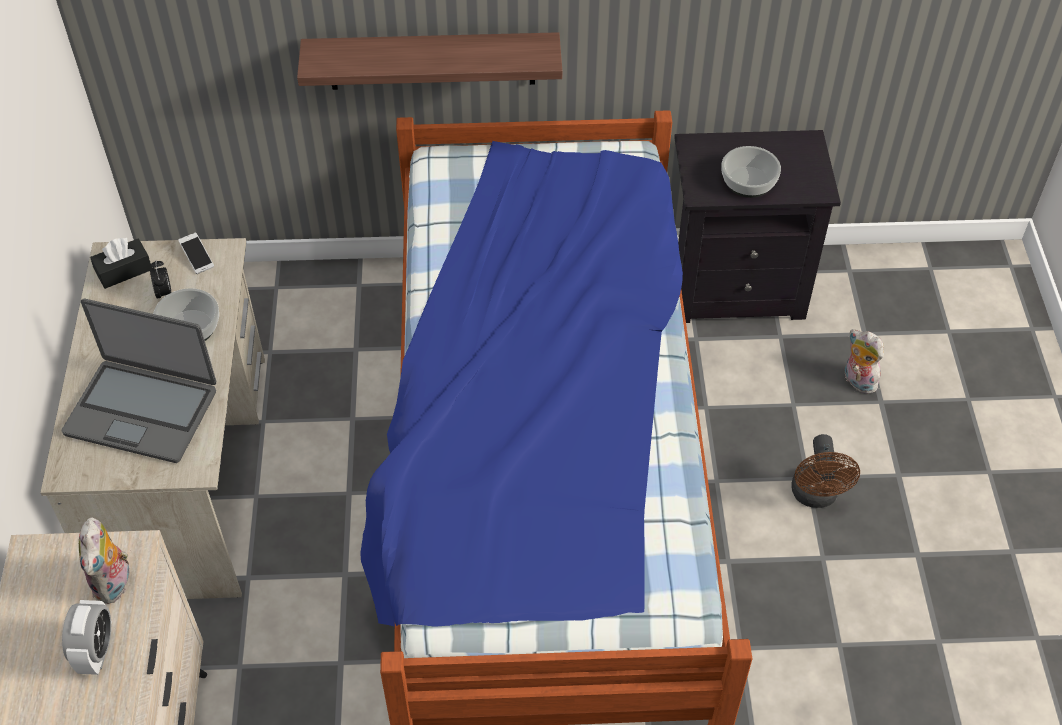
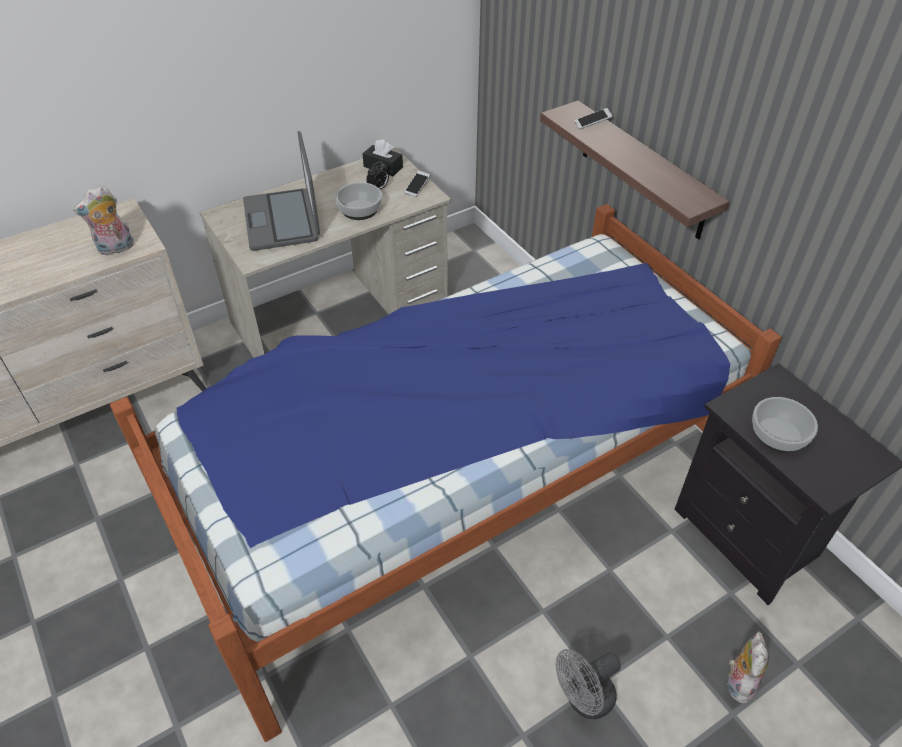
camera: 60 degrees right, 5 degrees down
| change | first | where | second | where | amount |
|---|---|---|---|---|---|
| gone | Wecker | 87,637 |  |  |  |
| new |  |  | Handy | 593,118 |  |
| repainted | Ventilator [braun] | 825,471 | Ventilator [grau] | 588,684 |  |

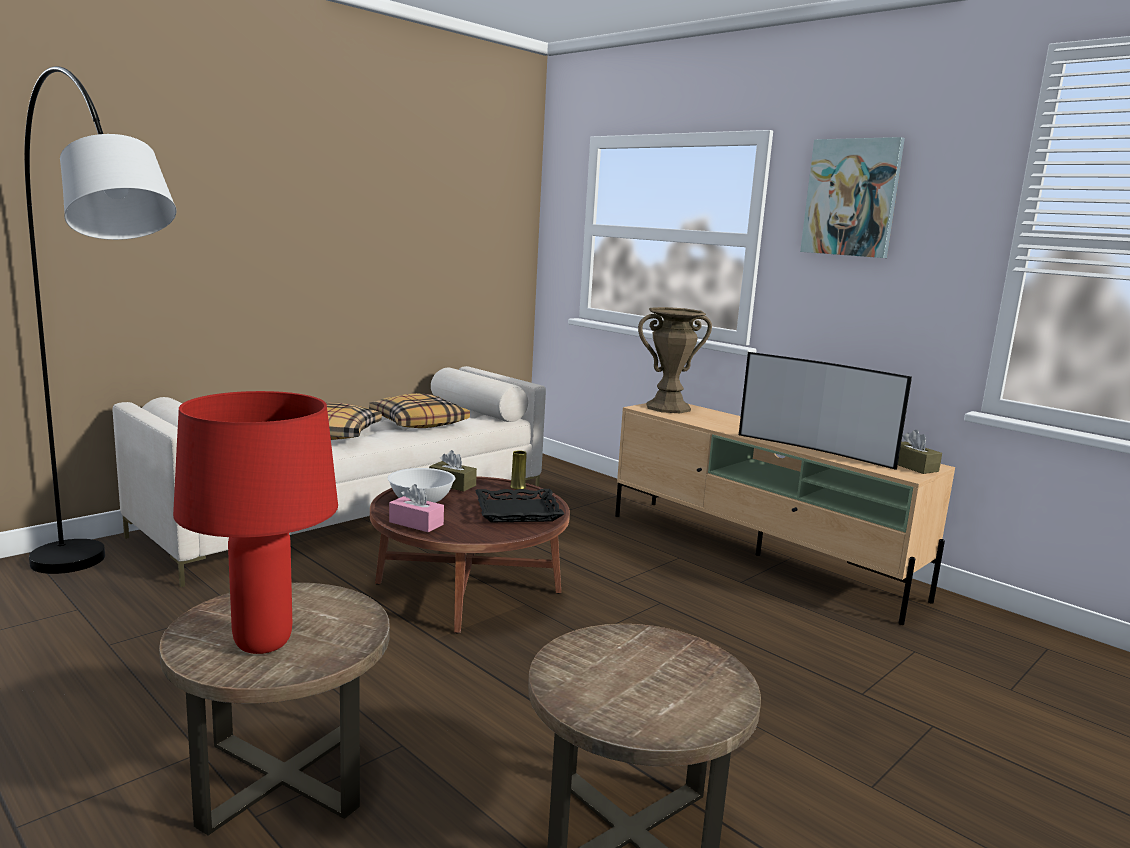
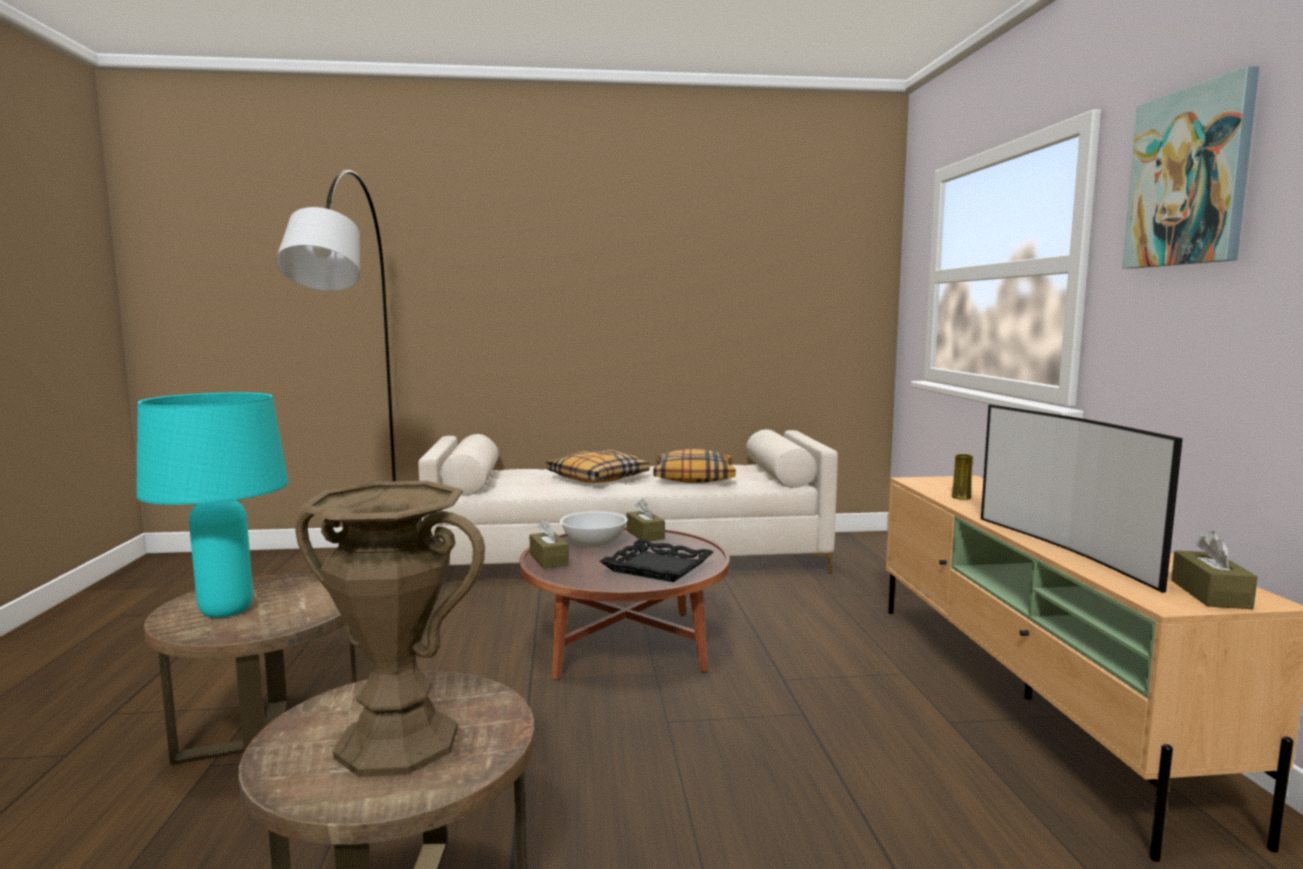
camera: 40 degrees right, 5 degrees down
| change | first | where | second | where | amount |
|---|---|---|---|---|---|
| shifted | Vase [gelb] | 518,470 |  | 962,477 |  |
| shifted | Vase [braun] | 675,360 |  | 390,629 |  |
| repainted | Tischlampe [rot] | 255,522 | Tischlampe [türkis] | 212,505 |  |
| repainted | Taschentuchbox [rosa] | 416,508 | Taschentuchbox [braun] | 549,543 |  |

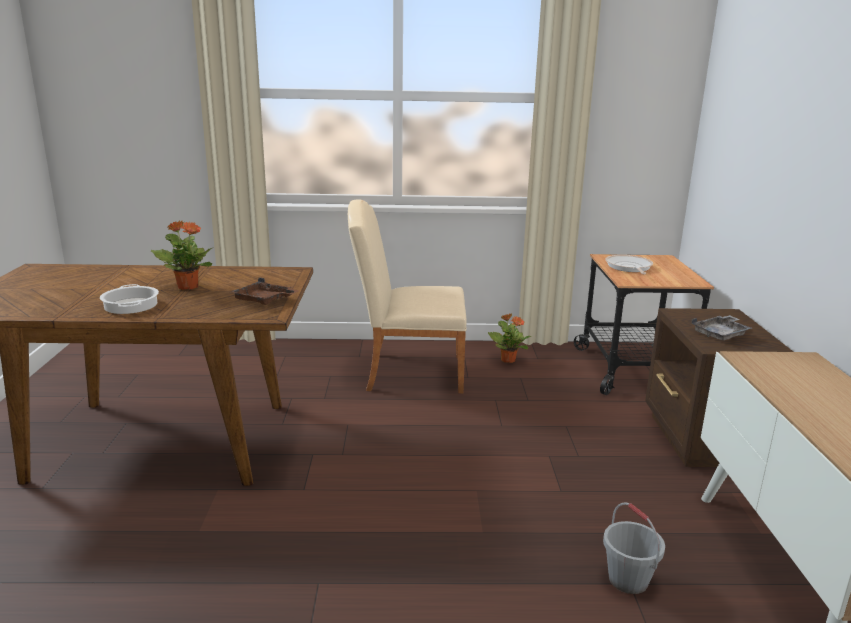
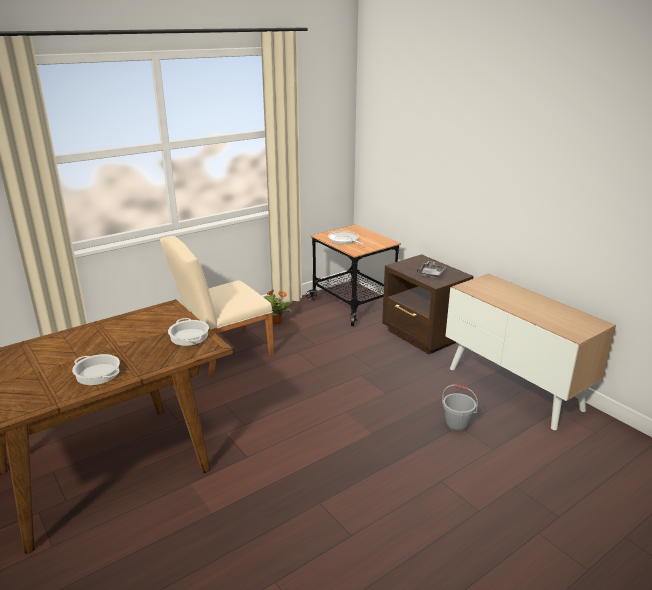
camera: 35 degrees left, 5 degrees up
| change | first | where | second | where | amount |
|---|---|---|---|---|---|
| gone | Topfpflanze | 182,255 |  |  |  |
| swapped | Tablett [braun] | 265,291 | Kochtopf | 188,332 |  |

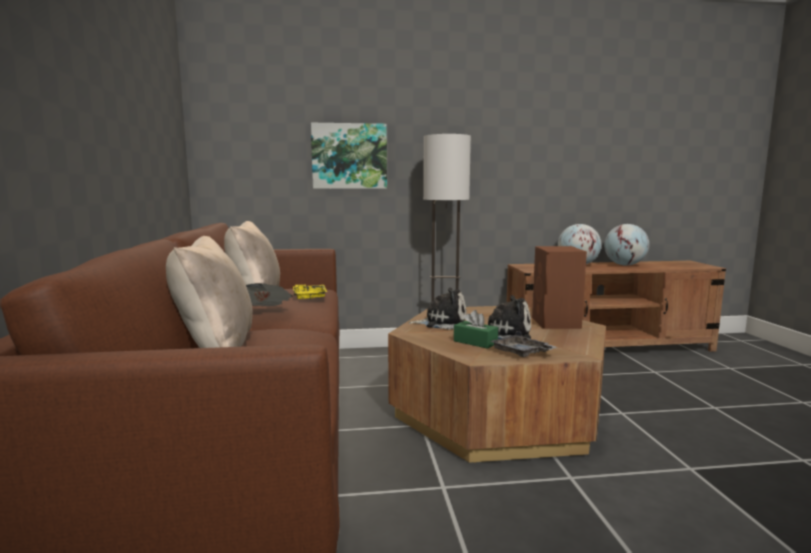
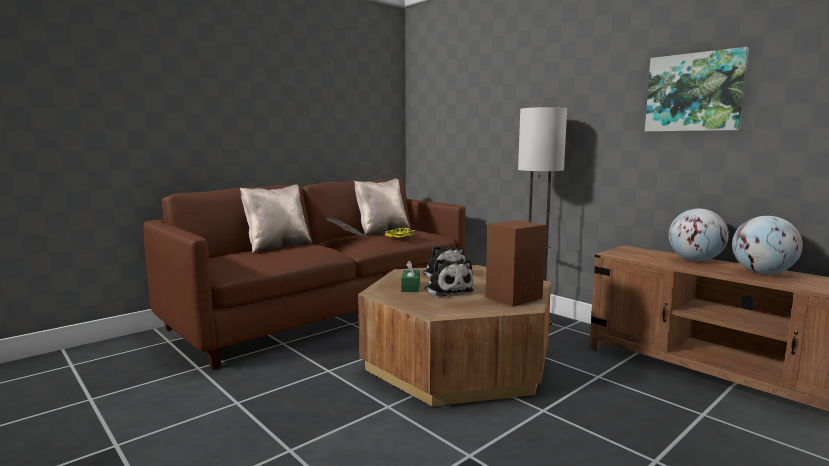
camera: 55 degrees right, 0 degrees up
| change | first | where | second | where | amount |
|---|---|---|---|---|---|
| gone | Tablett [grau] | 523,344 |  |  |  |
| shifted | Bild | 349,156 |  | 697,89 |  |

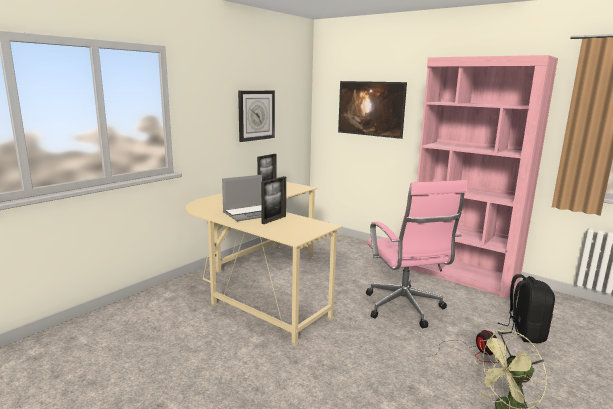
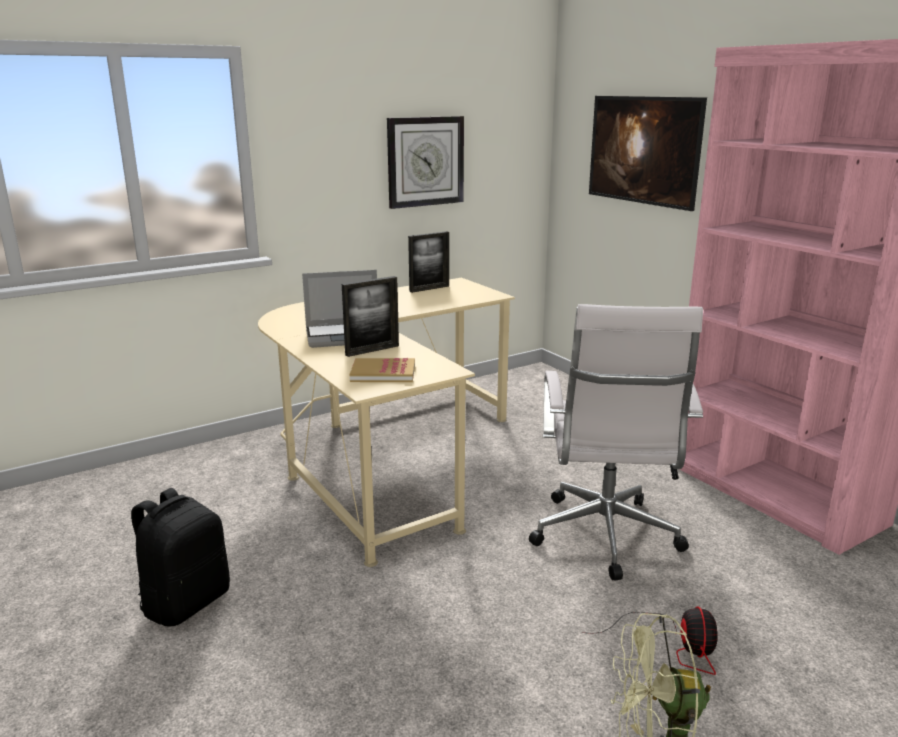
camera: 20 degrees right, 5 degrees up
| change | first | where | second | where | amount |
|---|---|---|---|---|---|
| new |  |  | Buch | 382,370 |  |
| shifted | Rucksack [schwarz] | 526,308 |  | 180,557 |  |
| repainted | Bürostuhl [rosa] | 416,254 | Bürostuhl [weiß] | 616,442 |  |

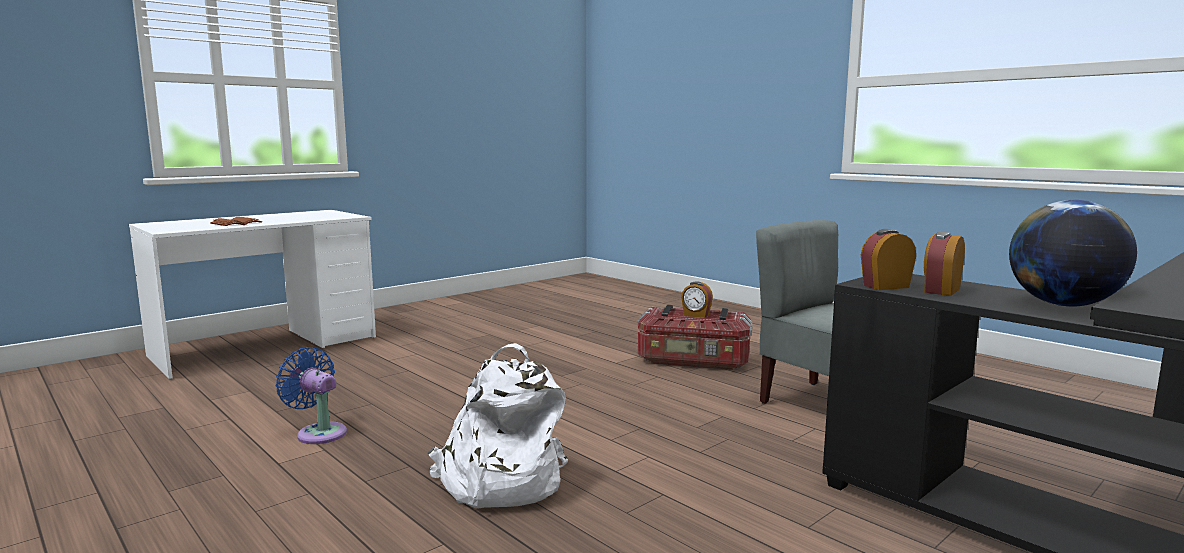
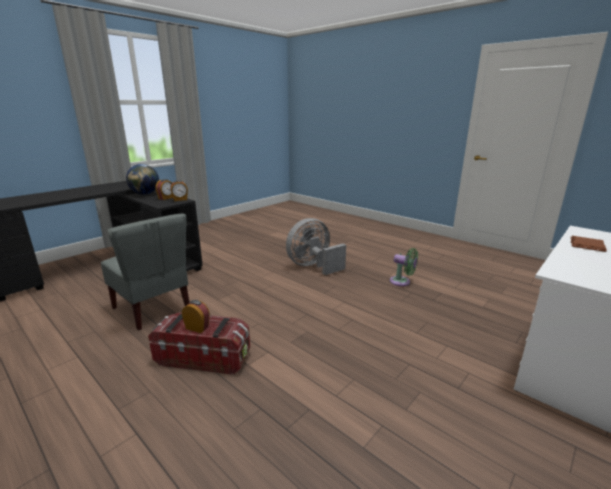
camera: 175 degrees right, 10 degrees up
| change | first | where | second | where | amount |
|---|---|---|---|---|---|
| swapped | Rucksack [weiß] | 498,425 | Ventilator [grau] | 316,246 |  |
| repainted | Ventilator [blau] | 311,395 | Ventilator [grün] | 404,267 |  |

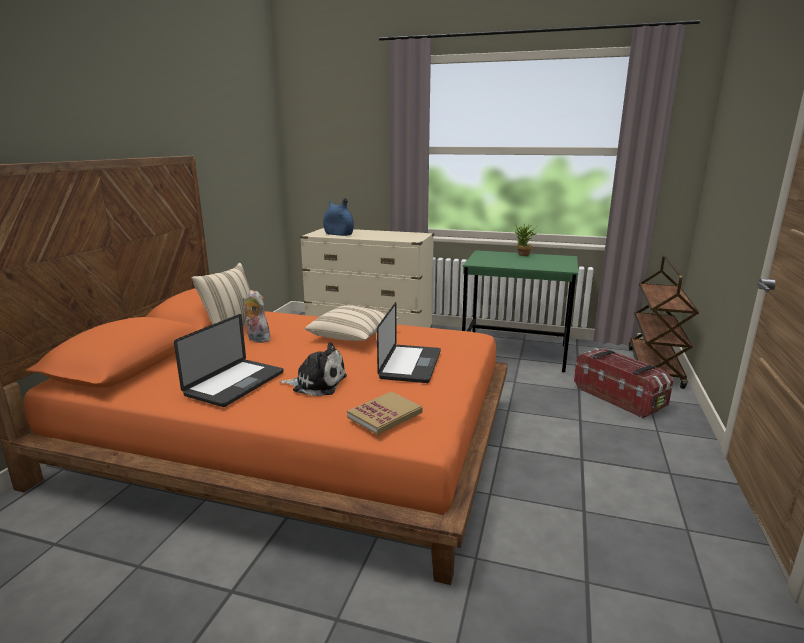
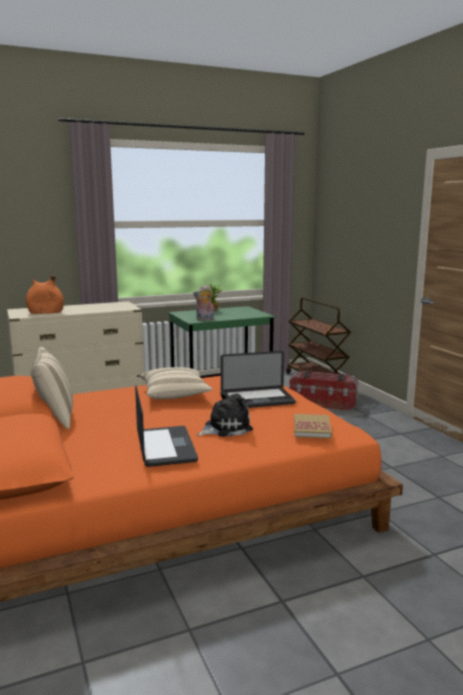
camera: 40 degrees left, 5 degrees down
| change | first | where | second | where | amount |
|---|---|---|---|---|---|
| shifted | Plüschtier | 256,316 |  | 203,303 |  |
| repainted | Vase [blau] | 338,217 | Vase [orange] | 45,294 |  |
| rotated | Laptop | 409,342 |  | 258,379 | 105 degrees clockwise |

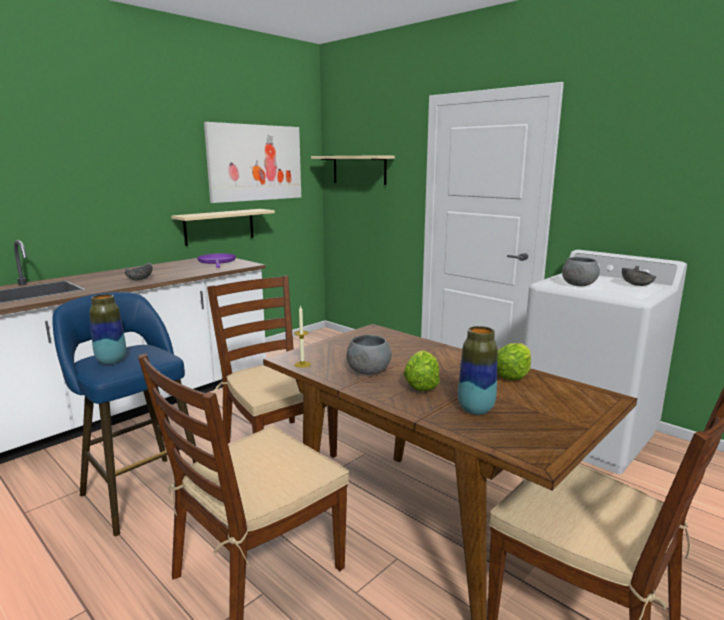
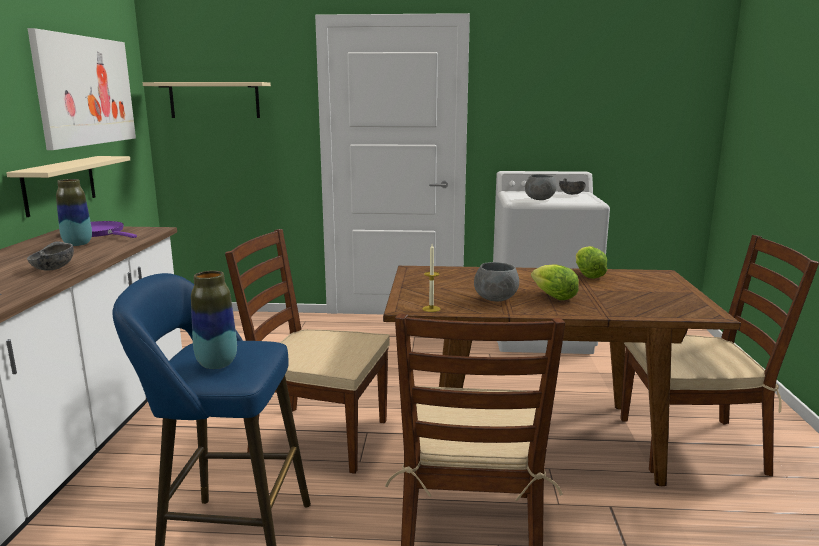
camera: 40 degrees left, 0 degrees up
| change | first | where | second | where | amount |
|---|---|---|---|---|---|
| shifted | Vase | 478,370 |  | 74,212 |  |

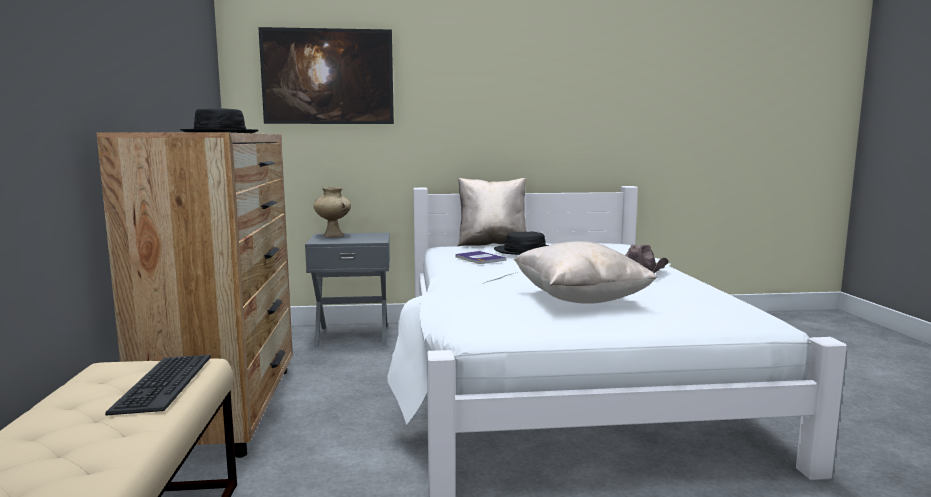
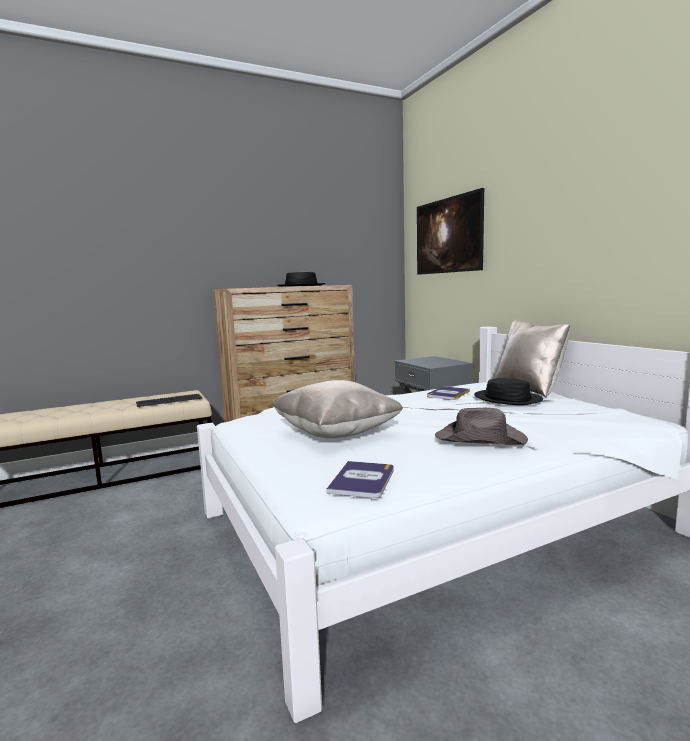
camera: 70 degrees right, 0 degrees up
| change | first | where | second | where | amount |
|---|---|---|---|---|---|
| gone | Vase [beige] | 332,212 |  |  |  |
| new |  |  | Buch | 360,479 |  |

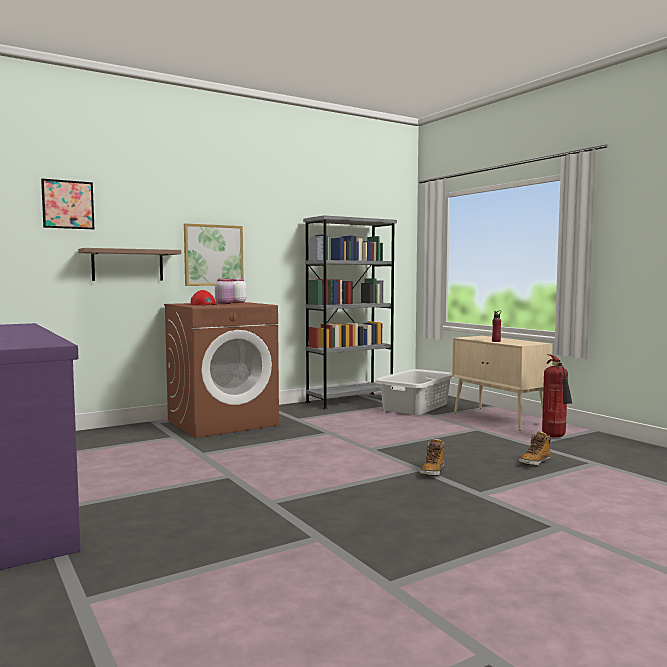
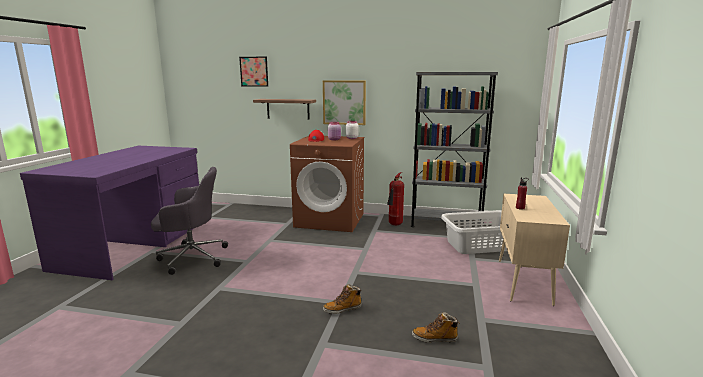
camera: 45 degrees right, 10 degrees up
| change | first | where | second | where | amount |
|---|---|---|---|---|---|
| new |  |  | Bürostuhl [grau] | 189,221 |  |
| shifted | Feuerlöscher | 557,396 |  | 395,198 |  |

